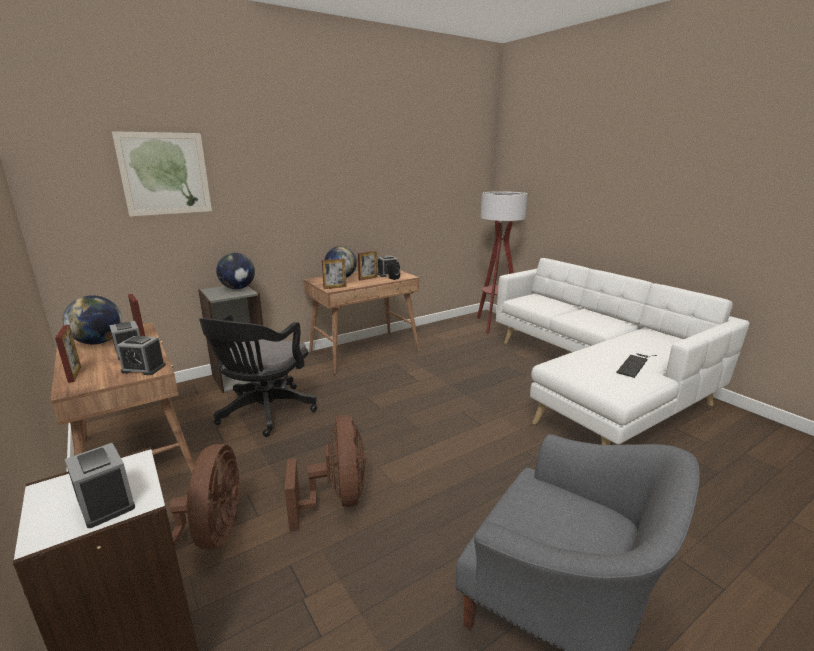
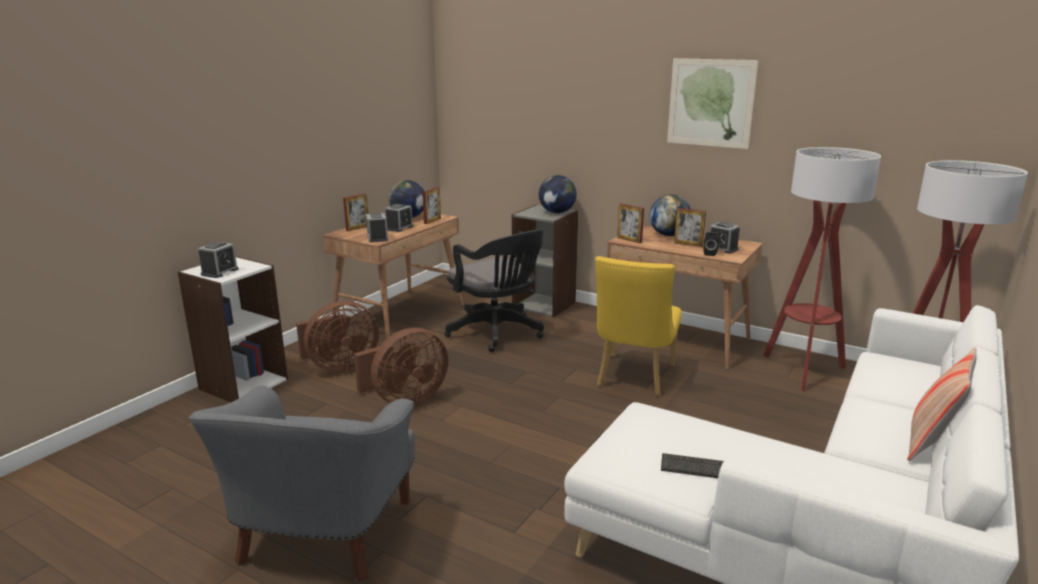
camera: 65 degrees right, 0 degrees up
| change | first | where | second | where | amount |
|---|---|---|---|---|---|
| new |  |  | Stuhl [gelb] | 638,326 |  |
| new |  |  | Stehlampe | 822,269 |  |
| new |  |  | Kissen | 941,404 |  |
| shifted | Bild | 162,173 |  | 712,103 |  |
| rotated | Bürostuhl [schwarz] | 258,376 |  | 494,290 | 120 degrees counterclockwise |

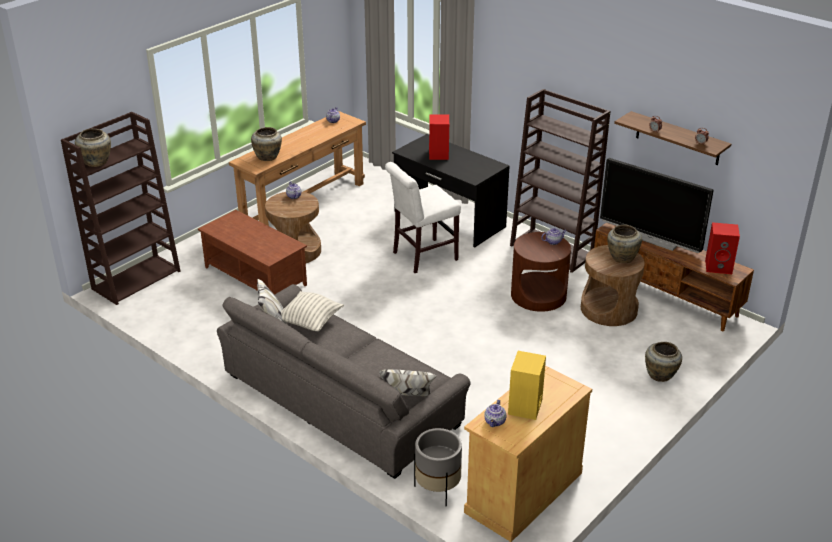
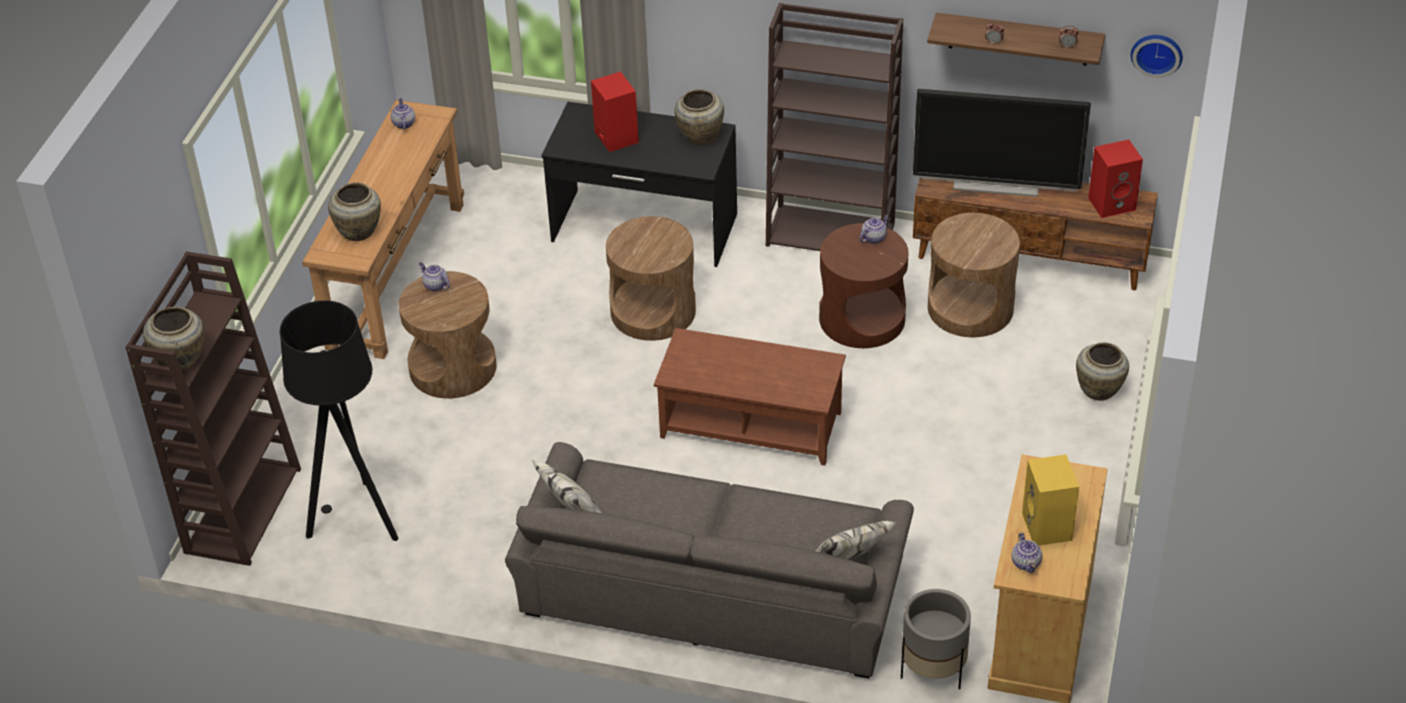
camera: 25 degrees left, 10 degrees up
| change | first | where | second | where | amount |
|---|---|---|---|---|---|
| gone | Kissen | 312,311 |  |  |  |
| new |  |  | Stehlampe [schwarz] | 339,420 |  |
| new |  |  | Wanduhr | 1157,56 |  |
| shifted | Couchtisch [braun] | 252,252 |  | 750,396 |  |
| shifted | Vase [beige] | 624,244 |  | 699,117 |  |
| swapped | Stuhl [weiß] | 423,217 | Beistelltisch [braun] | 651,278 |  |

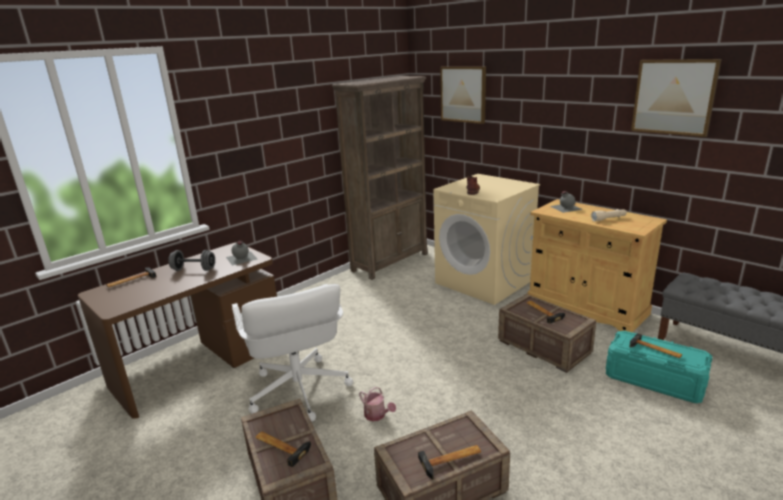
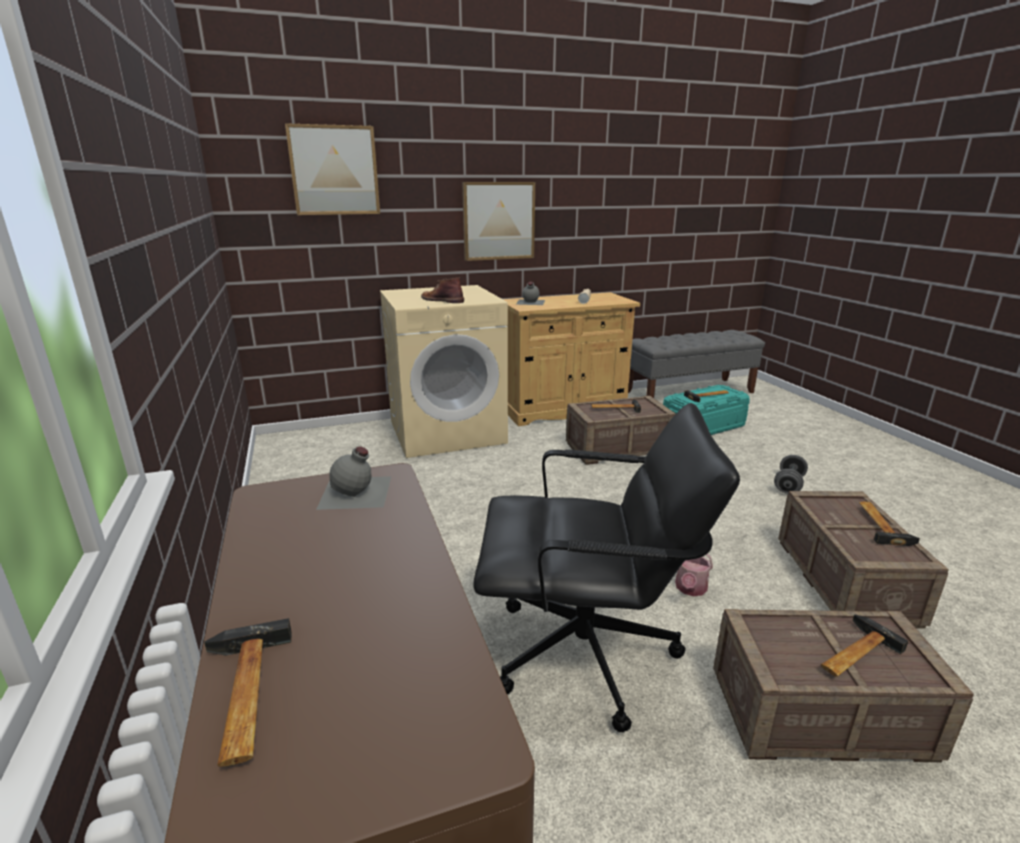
camera: 65 degrees left, 0 degrees up
| change | first | where | second | where | amount |
|---|---|---|---|---|---|
| gone | Bücherregal [braun] | 380,178 |  |  |  |
| shifted | Hantel [grau] | 191,260 |  | 791,474 |  |
| shifted | Bild | 676,98 |  | 498,221 |  |
| repainted | Bürostuhl [weiß] | 292,353 | Bürostuhl [schwarz] | 606,567 |  |
| rotated | Gießkanne | 377,404 |  | 694,575 | 135 degrees clockwise |

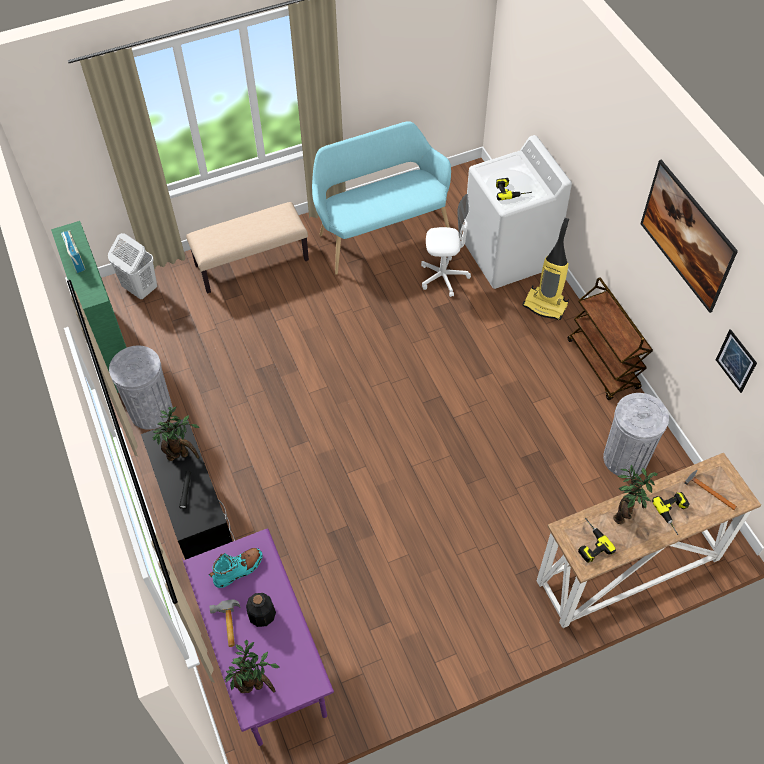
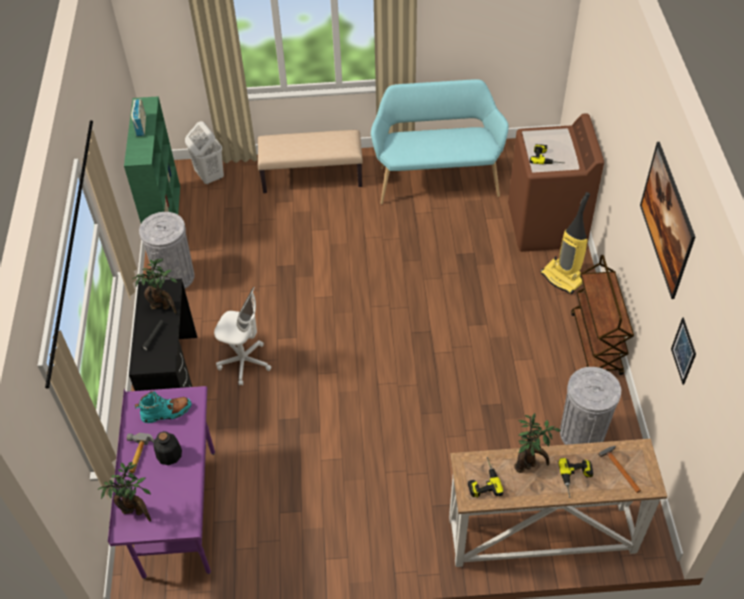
camera: 20 degrees right, 5 degrees down
| change | first | where | second | where | amount |
|---|---|---|---|---|---|
| shifted | Bürostuhl [weiß] | 446,245 |  | 242,336 |  |
| repainted | Waschmaschine [weiß] | 518,212 | Waschmaschine [braun] | 556,182 |  |

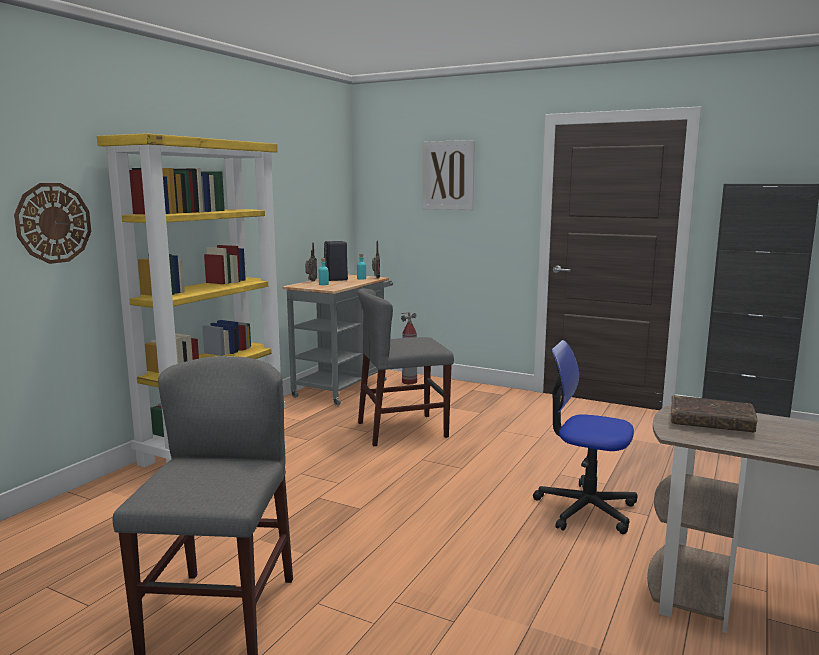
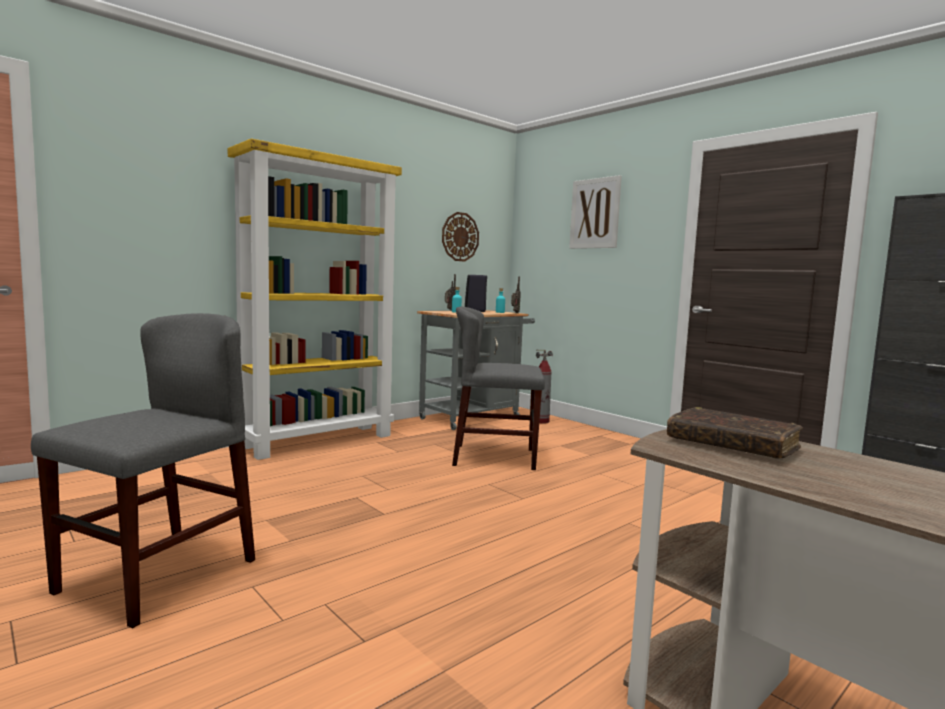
camera: 20 degrees right, 5 degrees down
| change | first | where | second | where | amount |
|---|---|---|---|---|---|
| gone | Bürostuhl | 585,437 |  |  |  |
| shifted | Wanduhr | 52,223 |  | 460,237 |  |

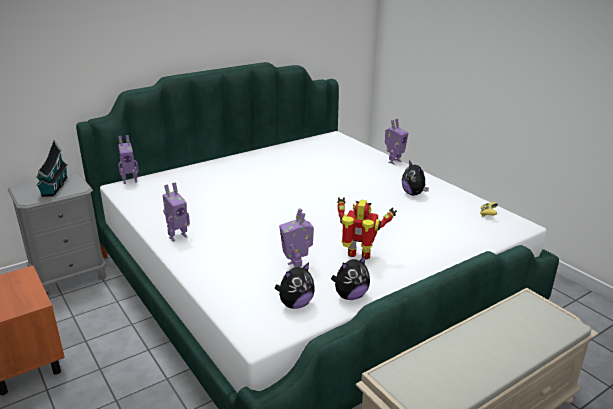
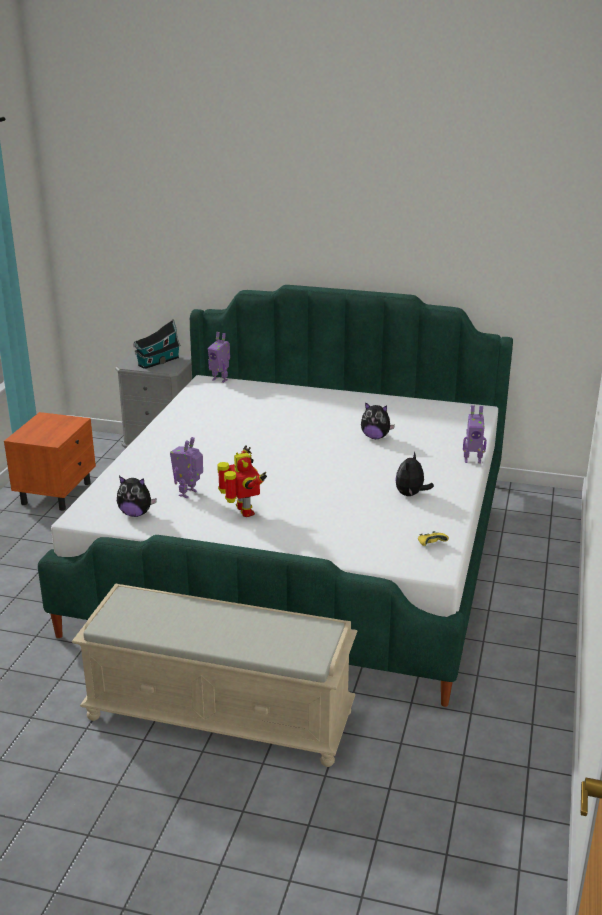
camera: 50 degrees right, 0 degrees up
| change | first | where | second | where | amount |
|---|---|---|---|---|---|
| gone | Spielzeugroboter | 176,212 |  |  |  |
| shifted | Plüschtier | 350,278 |  | 378,420 |  |

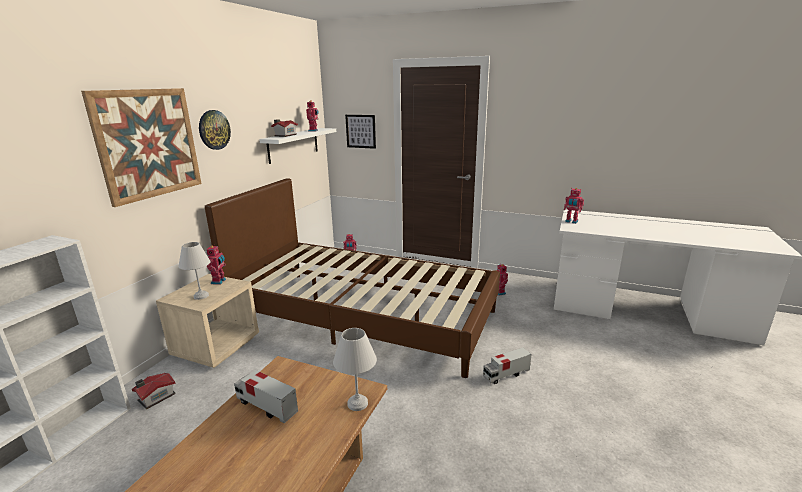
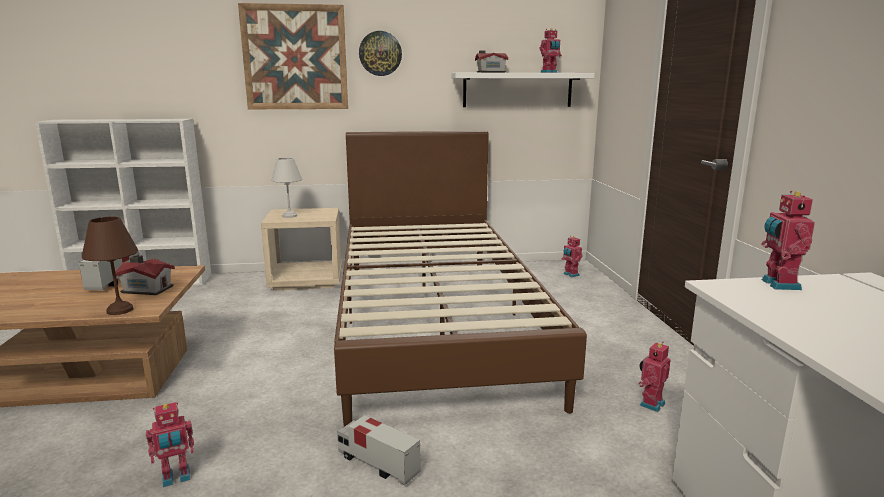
camera: 60 degrees right, 5 degrees down
| change | first | where | second | where | amount |
|---|---|---|---|---|---|
| gone | Bild | 360,132 |  |  |  |
| shifted | Spielzeughaus | 154,391 |  | 145,275 |  |
| shifted | Spielzeugroboter | 216,264 |  | 170,444 |  |
| repainted | Tischlampe [weiß] | 355,369 | Tischlampe [braun] | 110,265 |  |

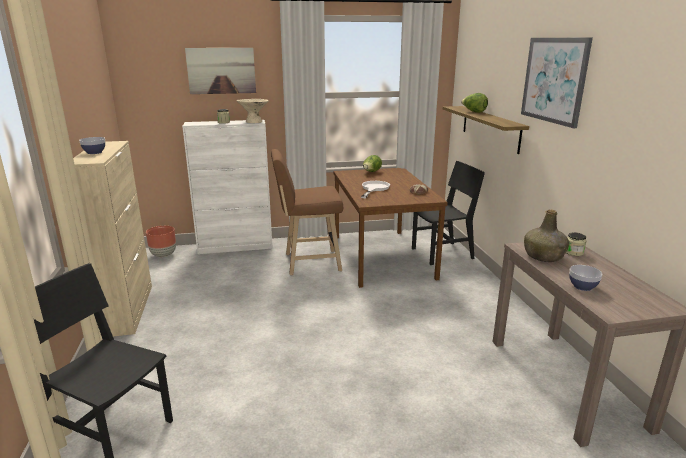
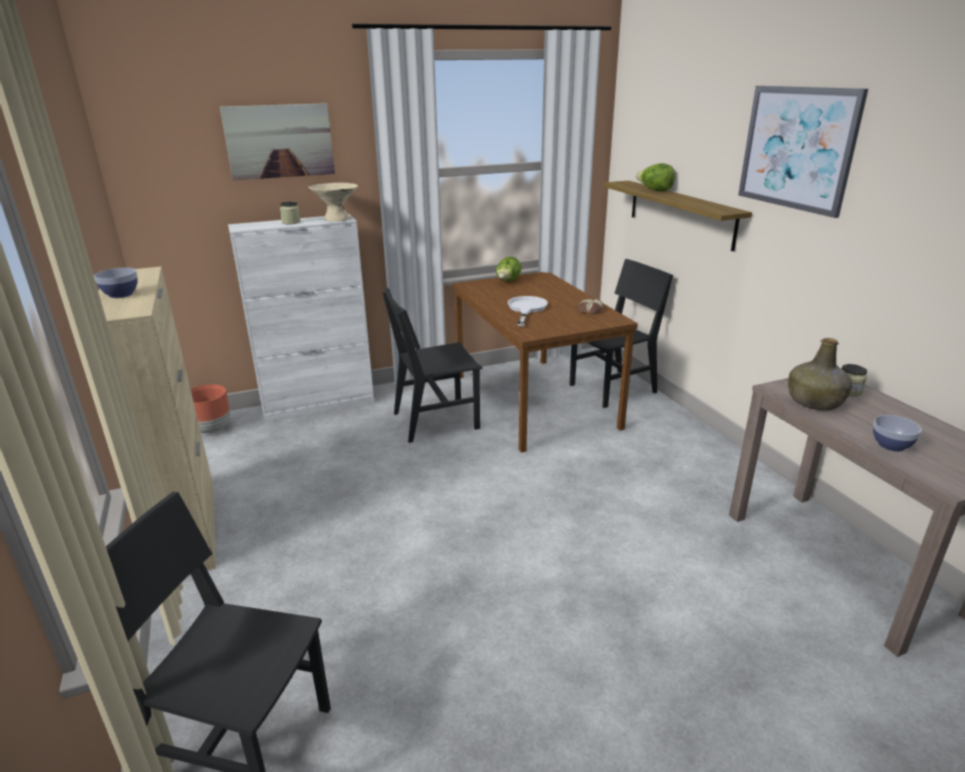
camera: 10 degrees left, 5 degrees up
| change | first | where | second | where | amount |
|---|---|---|---|---|---|
| swapped | Hocker [braun] | 307,212 | Stuhl [schwarz] | 432,365 |  |

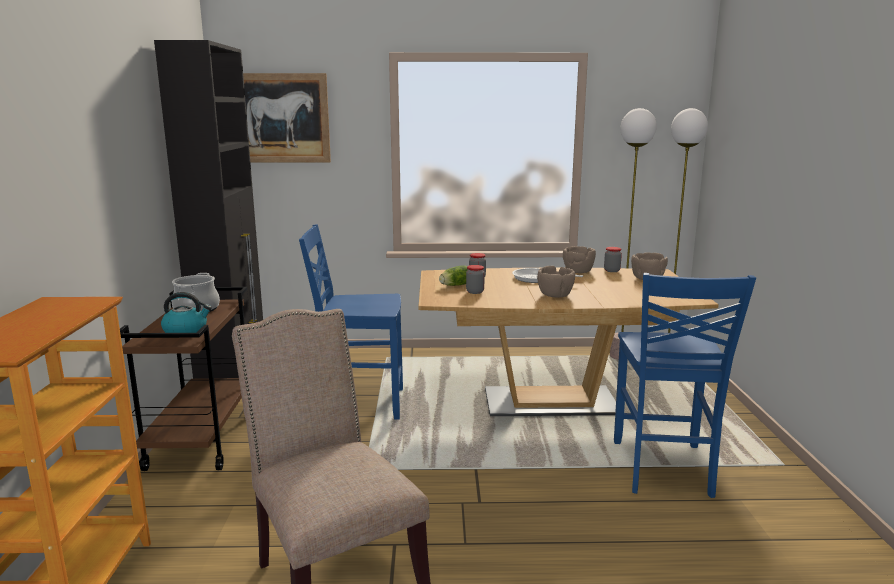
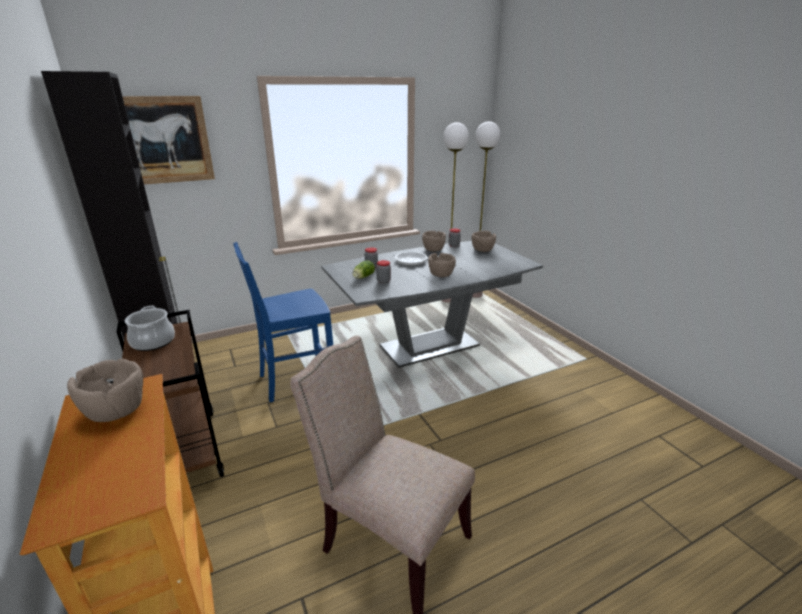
camera: 25 degrees left, 10 degrees up
| change | first | where | second | where | amount |
|---|---|---|---|---|---|
| gone | Wasserkessel | 186,312 |  |  |  |
| gone | Stuhl [blau] | 685,385 |  |  |  |
| new |  |  | Schüssel [braun] | 105,390 |  |
| repainted | Esstisch [braun] | 569,342 | Esstisch [grau] | 432,304 |  |

